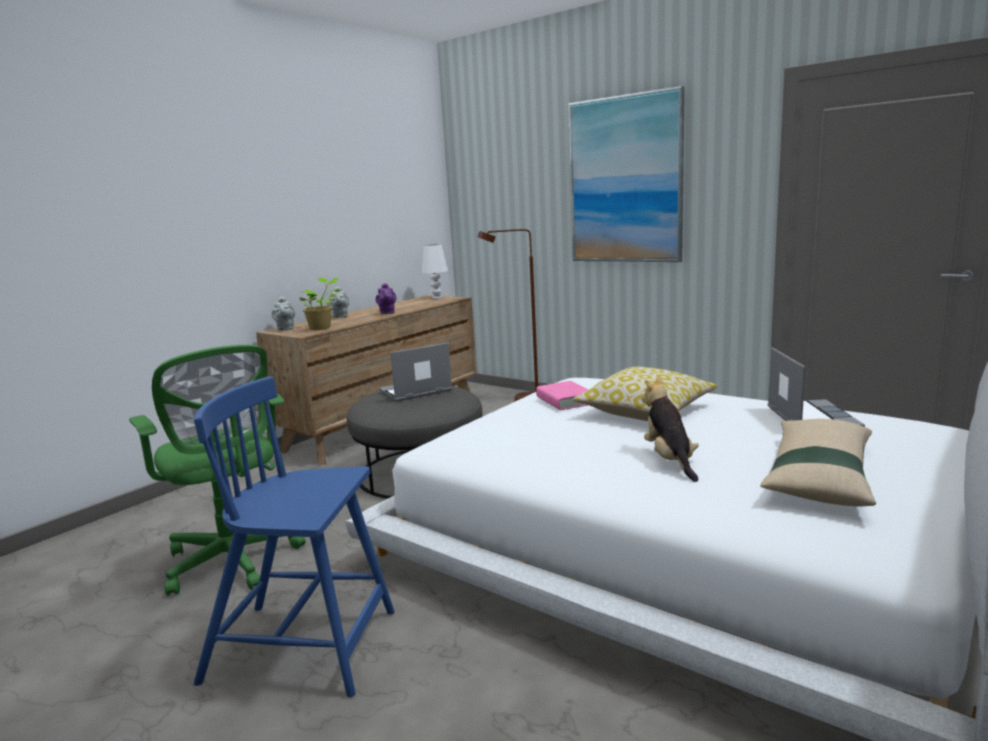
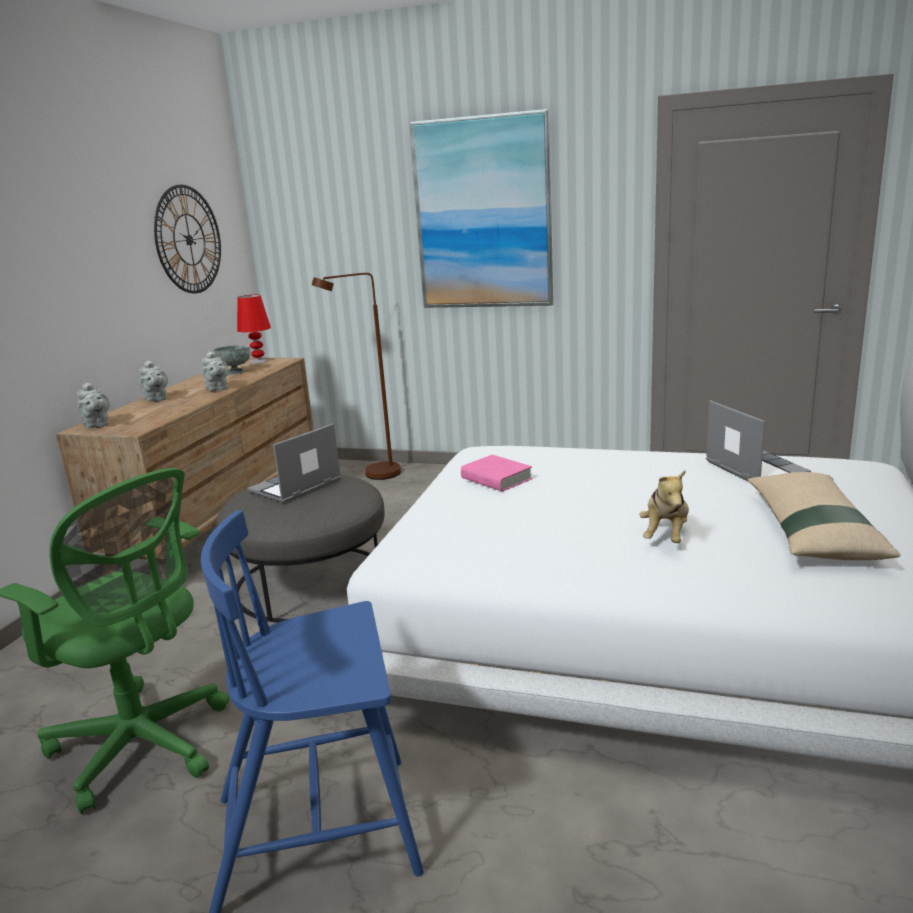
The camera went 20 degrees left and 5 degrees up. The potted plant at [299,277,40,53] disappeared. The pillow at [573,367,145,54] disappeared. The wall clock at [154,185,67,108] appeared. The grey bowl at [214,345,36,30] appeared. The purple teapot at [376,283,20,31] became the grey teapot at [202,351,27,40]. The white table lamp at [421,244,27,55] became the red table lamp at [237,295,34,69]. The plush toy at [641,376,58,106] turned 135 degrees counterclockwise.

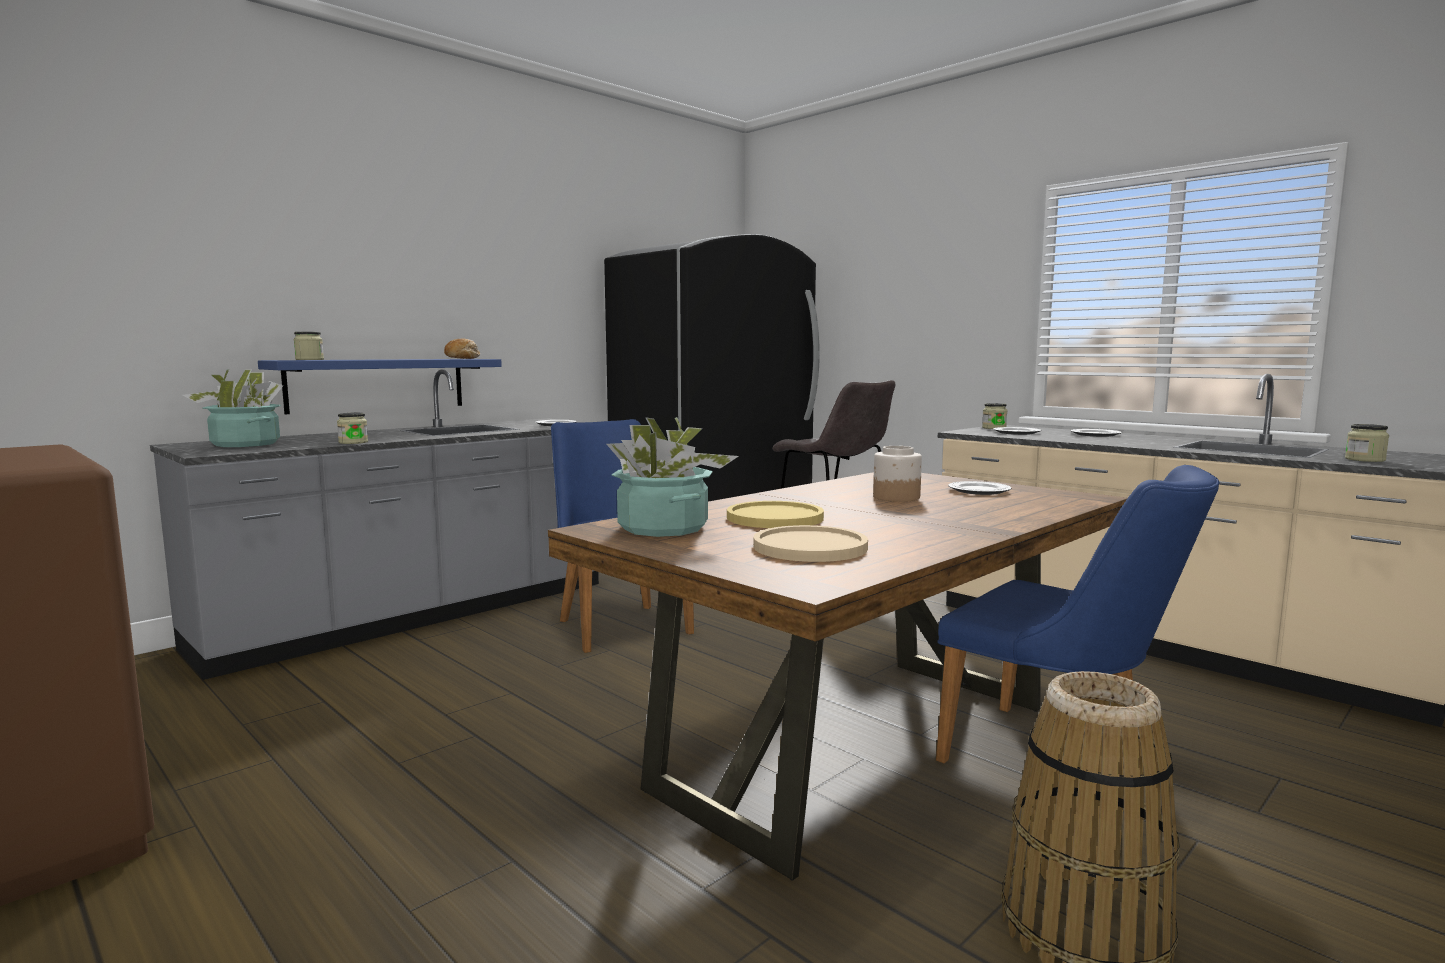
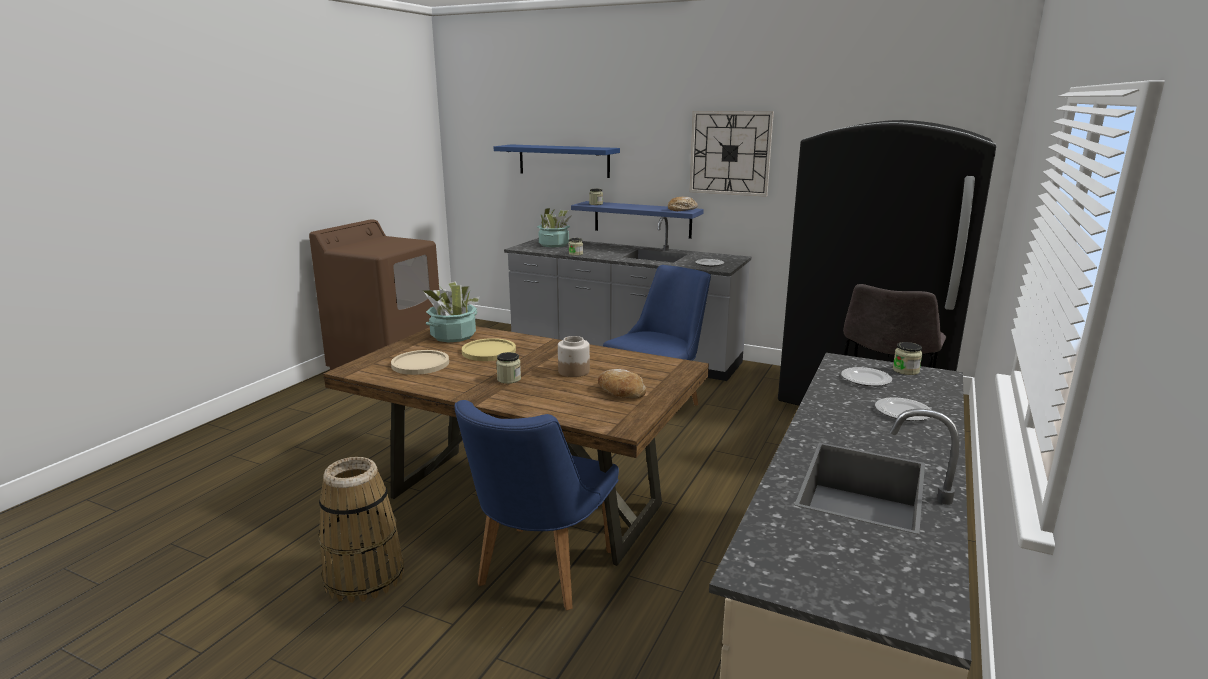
The camera went 70 degrees right and 10 degrees up. The blue shelf at [494,144,126,34] appeared. The wall clock at [689,111,85,86] appeared. The jar moved from [1345,424,44,38] to [496,352,25,32]. The plate at [948,481,63,14] was replaced by the bread at [598,369,48,29].

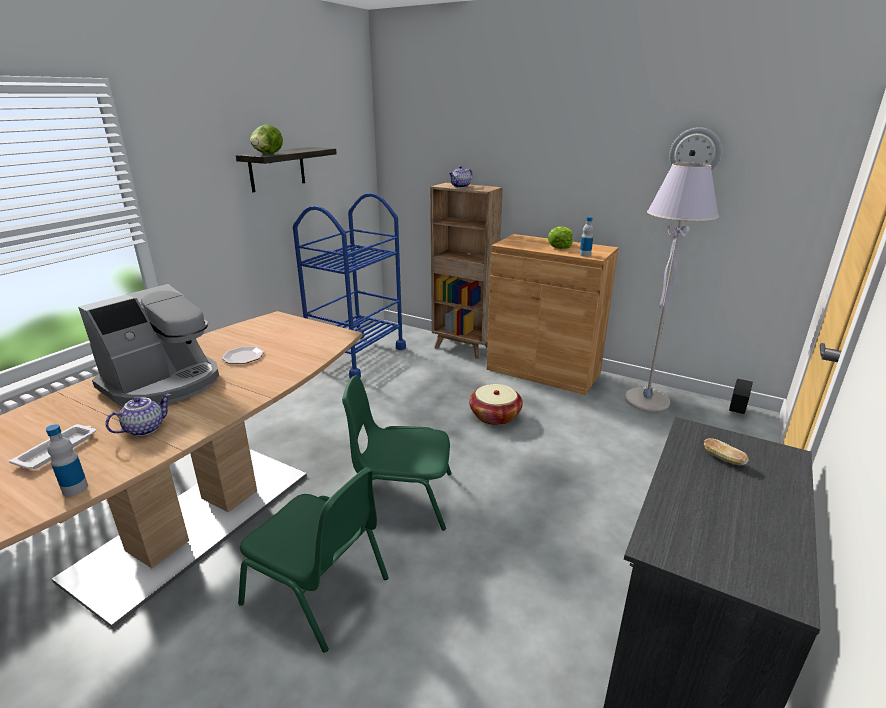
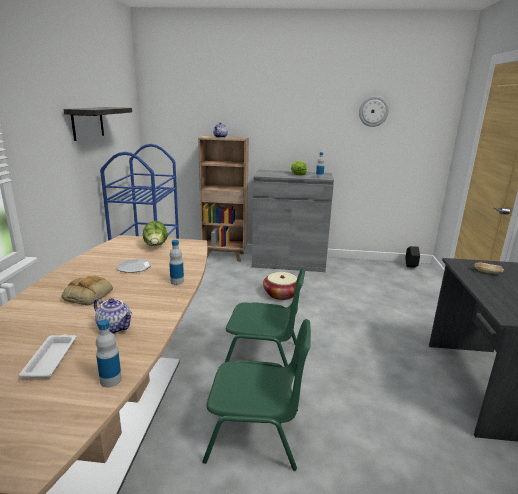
The camera went 25 degrees left and 5 degrees down. The grey floor lamp at [625,163,94,248] disappeared. The bottle at [169,240,15,45] appeared. The lettuce moved from [250,125,33,29] to [143,221,25,25]. The coffee machine at [78,284,141,123] was replaced by the bread at [62,276,51,30]. The brown cabinet at [487,234,131,161] became the grey cabinet at [252,170,82,102]. The teapot at [105,394,66,42] turned 105 degrees clockwise. The green chair at [342,375,110,156] turned 150 degrees counterclockwise.

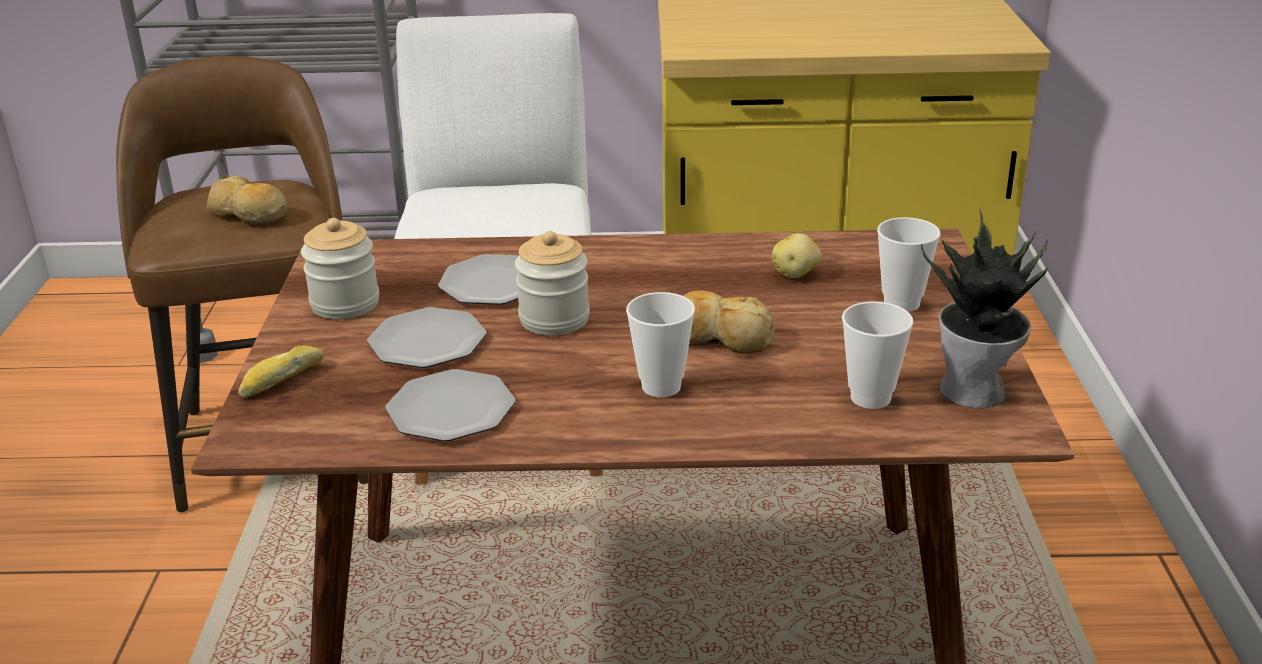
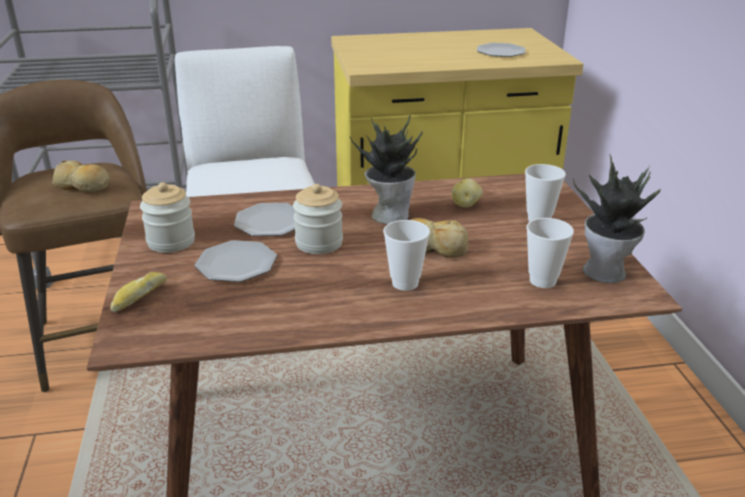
The camera went 10 degrees left and 0 degrees up. The potted plant at [350,115,73,109] appeared. The plate moved from [385,369,130,72] to [477,43,48,14].

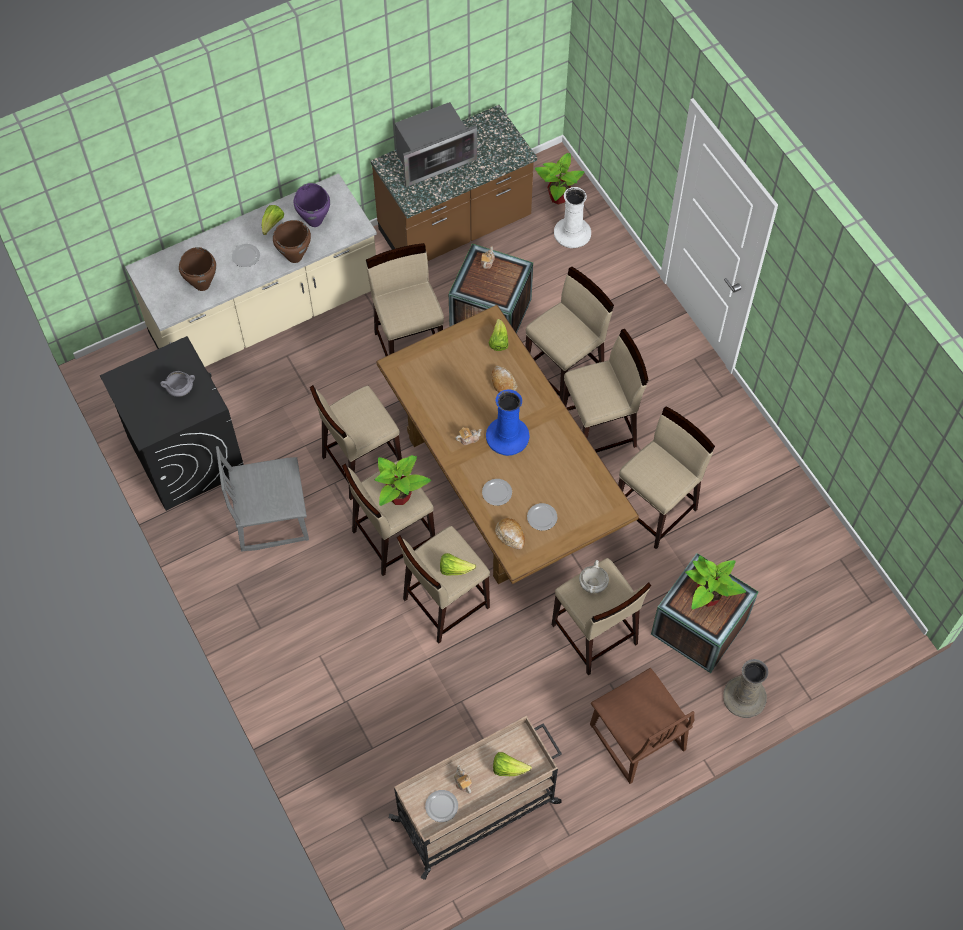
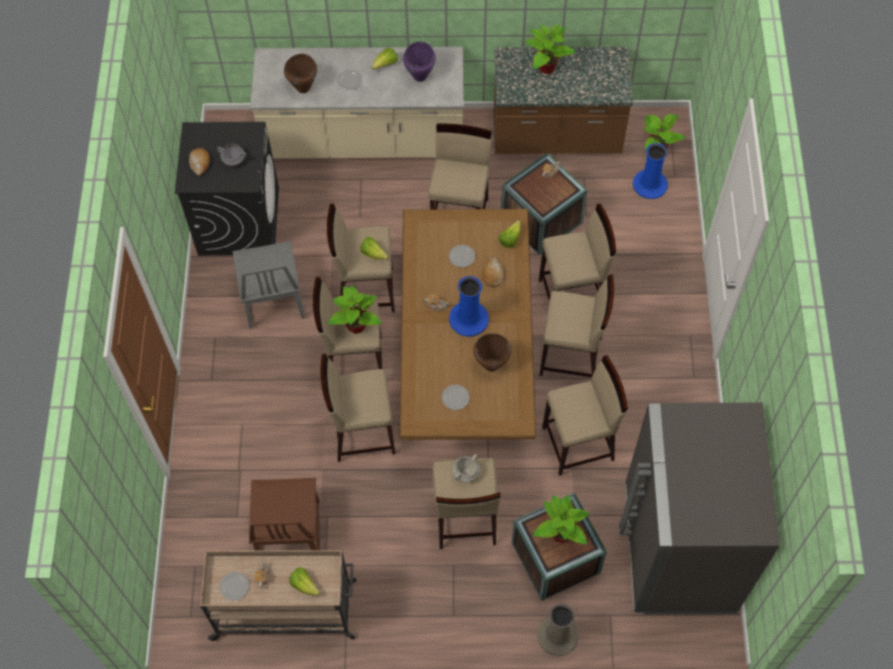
The camera went 30 degrees right and 0 degrees up. The grey fridge at [619,403,161,212] appeared. The brown cooking pot moved from [273,220,38,43] to [473,333,38,38]. The lettuce moved from [440,553,36,22] to [361,237,28,23]. The plate moved from [482,479,30,27] to [449,245,26,22]. The bread moved from [495,518,30,31] to [189,148,21,28]. The brown chair moved from [590,668,105,116] to [249,478,71,72]. The microwave at [395,102,82,85] was replaced by the potted plant at [526,25,50,49]. The white vase at [554,187,37,61] became the blue vase at [633,143,35,56]. The grey chair at [216,446,93,106] turned 120 degrees counterclockwise.

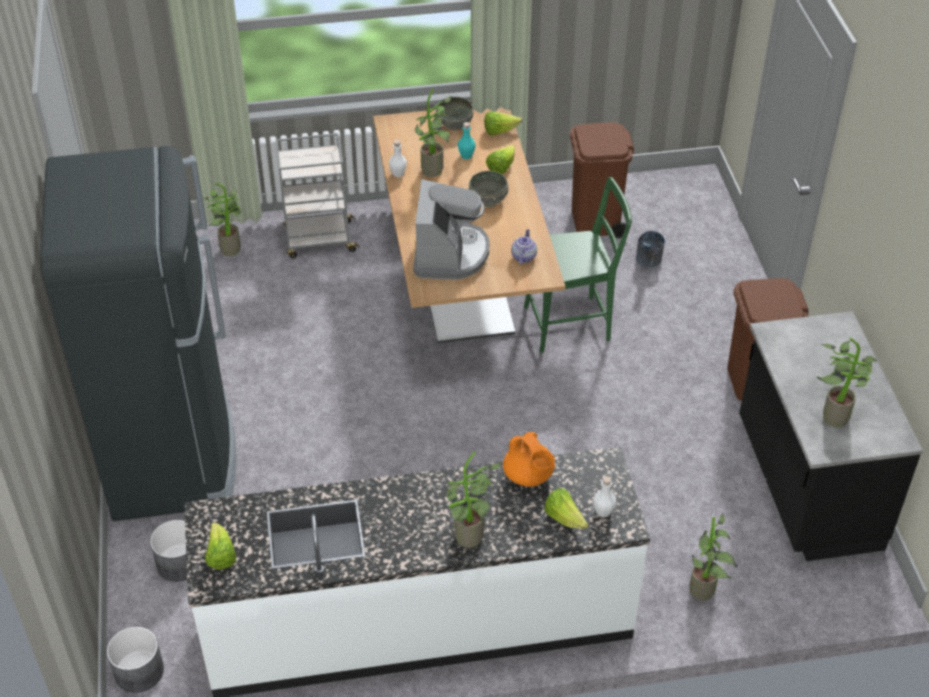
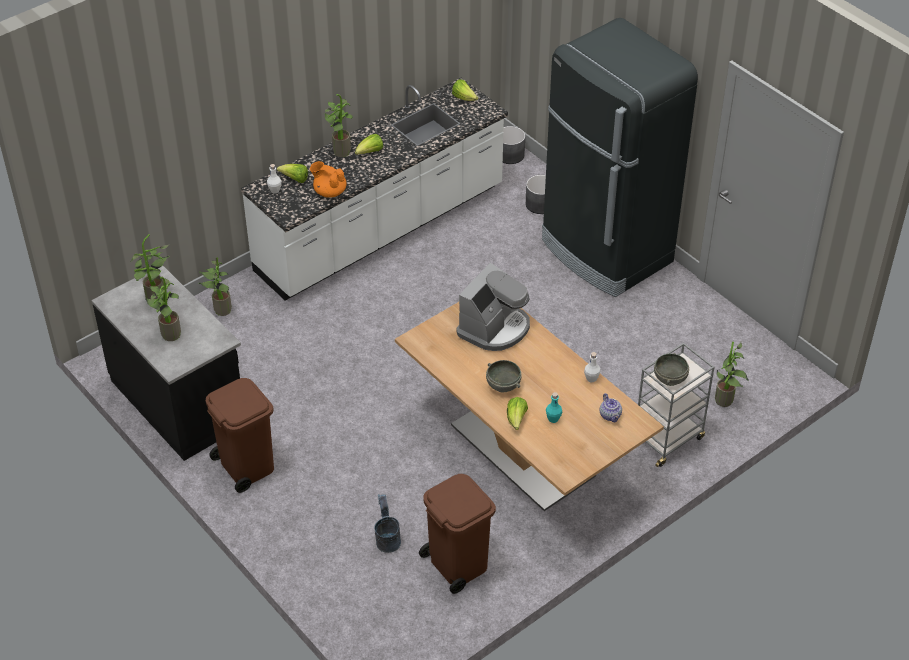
The camera went 150 degrees right and 0 degrees up. The green chair at [524,177,108,176] disappeared. The potted plant moved from [415,88,36,89] to [145,276,36,65]. The grey bowl moved from [436,97,38,33] to [654,353,35,33]. The lettuce moved from [484,111,38,24] to [355,134,28,21]. The teapot moved from [511,230,26,35] to [600,393,22,29]. The coffee machine at [413,179,77,101] turned 120 degrees counterclockwise.

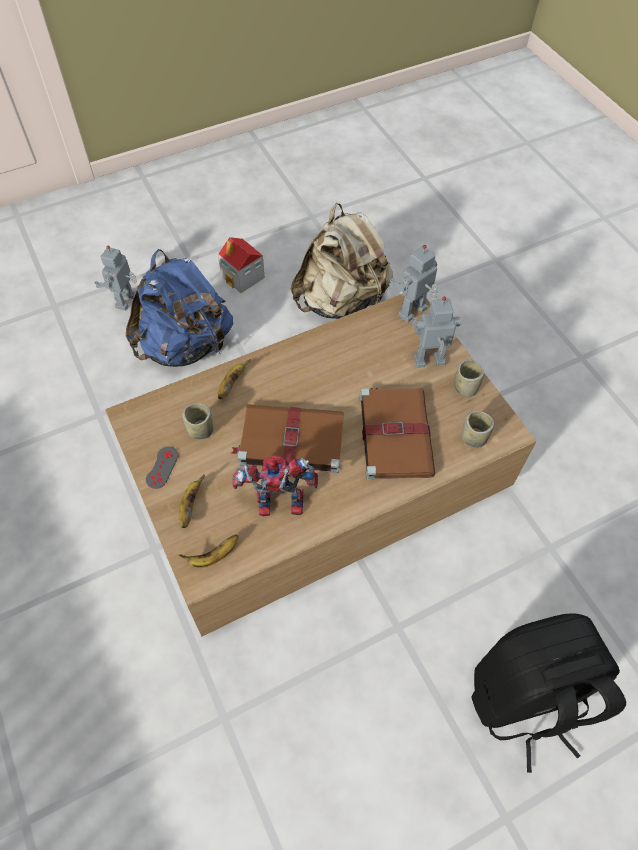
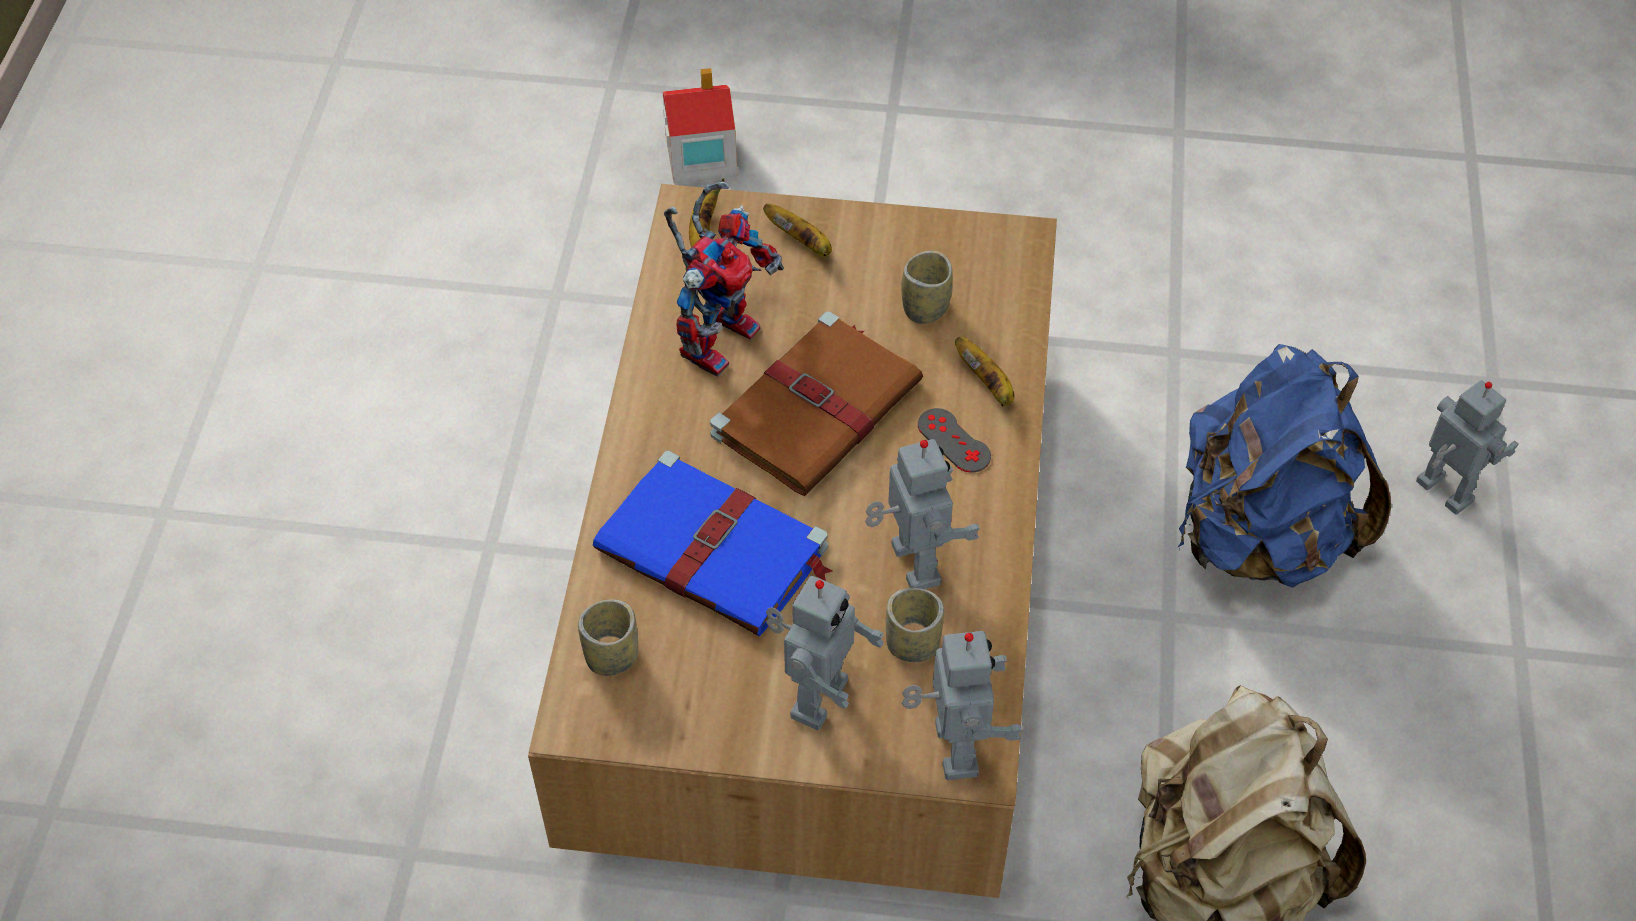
The camera went 125 degrees right and 5 degrees down. The black backpack at [472,613,154,160] disappeared. The toy robot at [865,439,115,150] appeared. The grey game controller moved from [146,446,32,43] to [918,408,73,65]. The toy house moved from [218,237,47,56] to [663,68,74,115]. The cup moved from [454,359,30,38] to [886,588,58,74]. The brown book at [360,387,75,93] became the blue book at [593,450,239,186].

